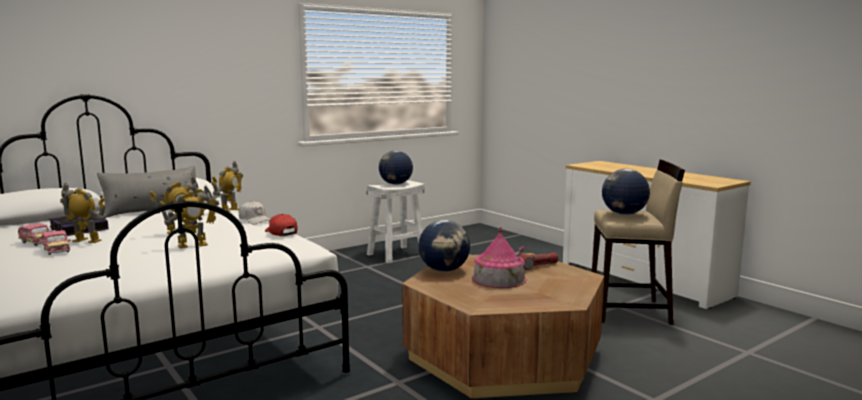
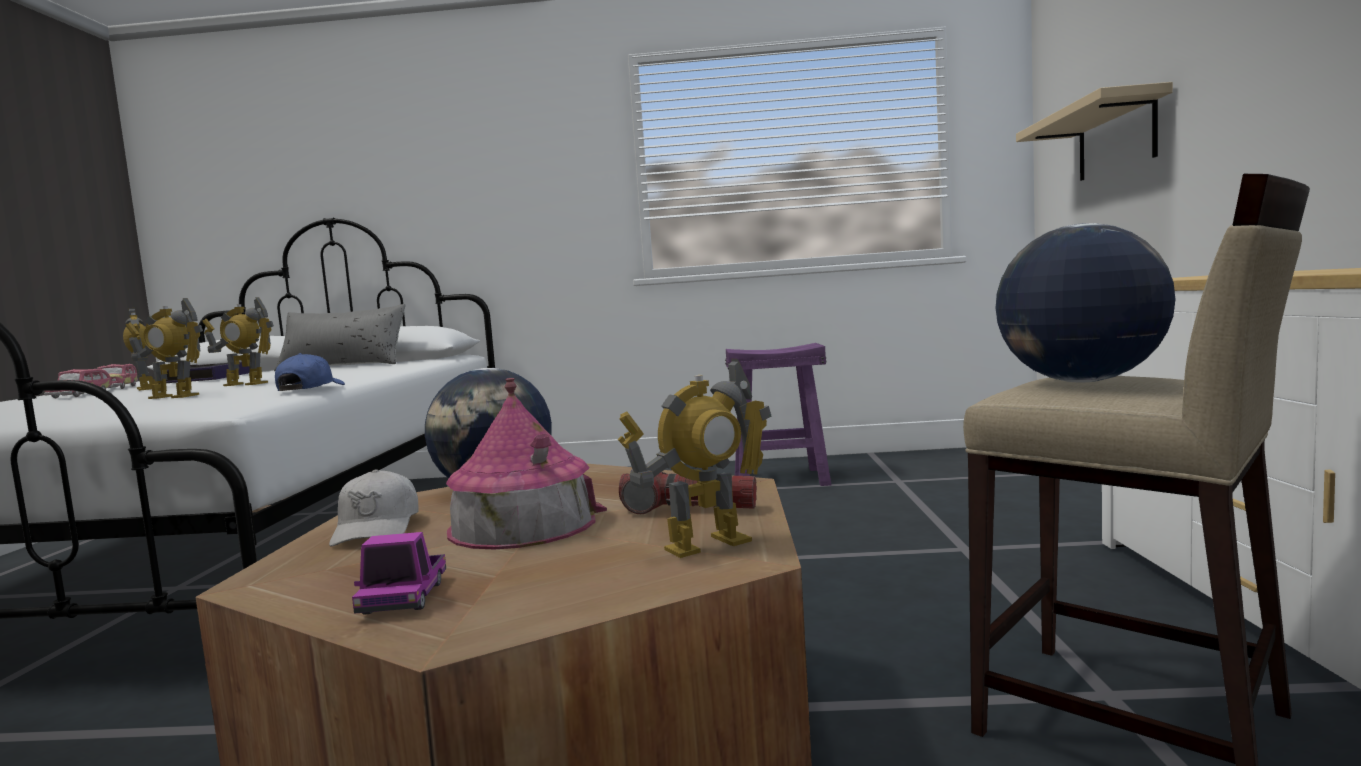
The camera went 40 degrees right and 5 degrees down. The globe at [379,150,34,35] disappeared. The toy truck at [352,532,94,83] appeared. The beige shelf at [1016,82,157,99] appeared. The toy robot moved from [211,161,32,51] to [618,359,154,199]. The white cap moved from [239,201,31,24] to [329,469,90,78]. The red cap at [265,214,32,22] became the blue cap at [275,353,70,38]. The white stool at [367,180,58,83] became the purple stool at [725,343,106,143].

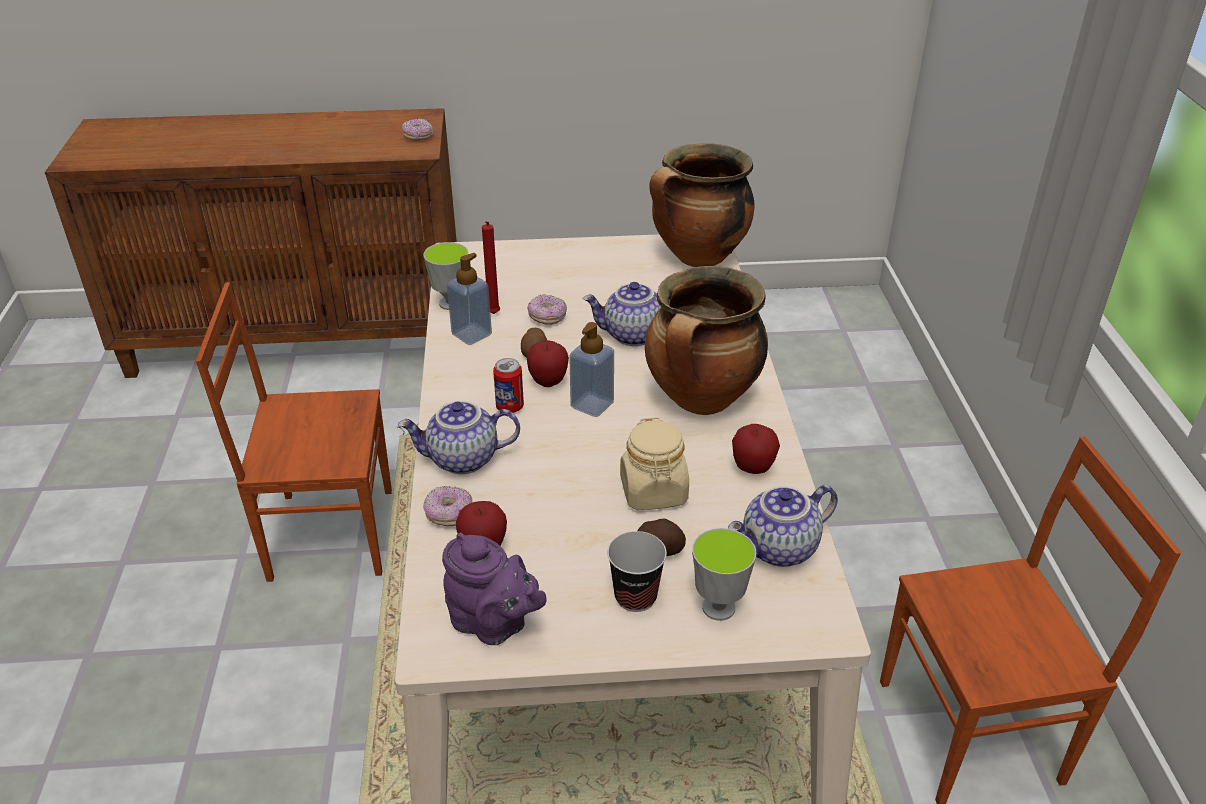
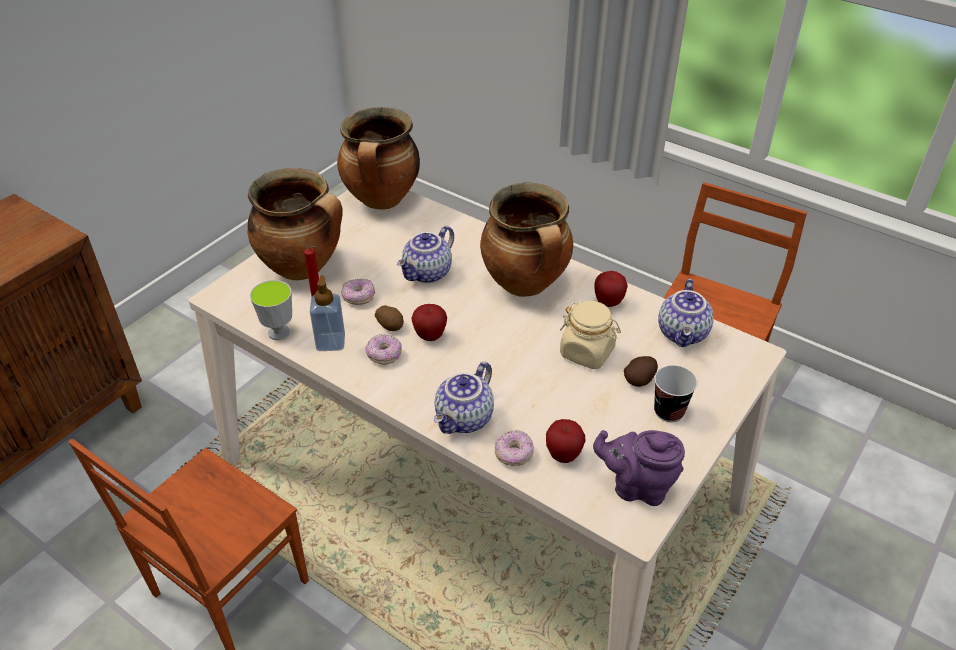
The camera went 50 degrees left and 5 degrees up. The can at [493,358,31,55] disappeared. The soap dispenser at [569,322,45,95] disappeared. The cup at [692,528,64,93] disappeared. The cooking pot at [247,168,96,112] appeared. The donut moved from [402,118,31,23] to [365,334,37,31]. The purple teapot at [442,533,105,112] turned 150 degrees counterclockwise.

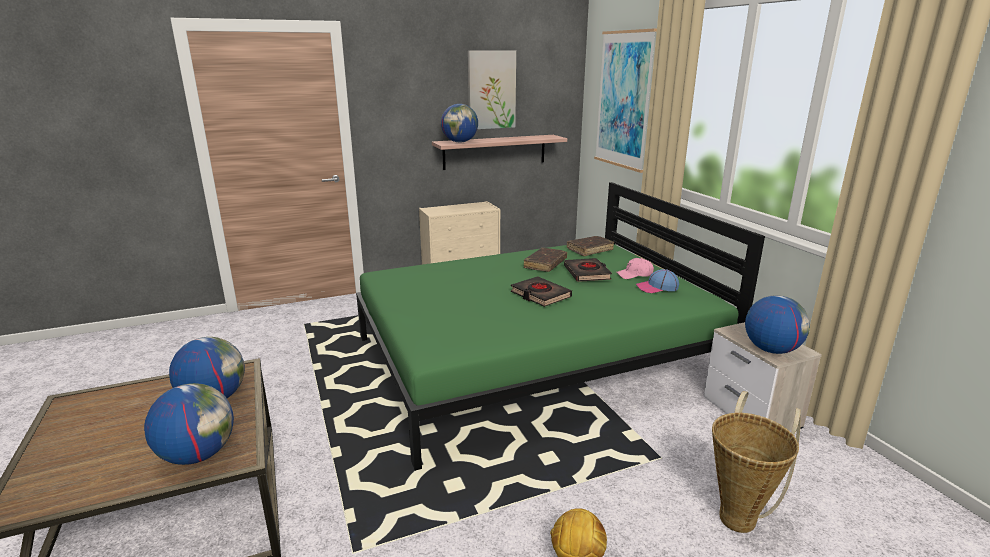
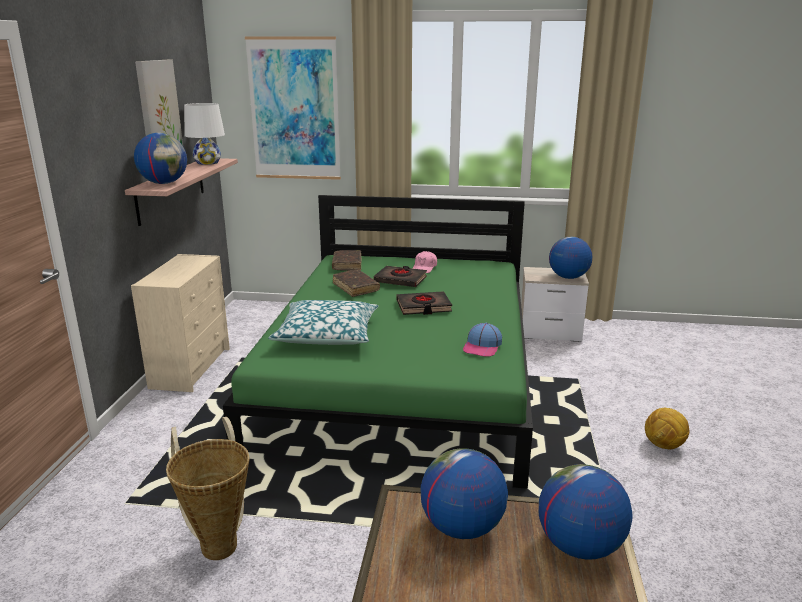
The camera went 60 degrees left and 0 degrees up. The white table lamp at [184,103,41,62] appeared. The pillow at [268,300,110,45] appeared. The cap moved from [636,269,43,24] to [463,323,39,34]. The basket moved from [712,391,89,142] to [166,417,83,143].

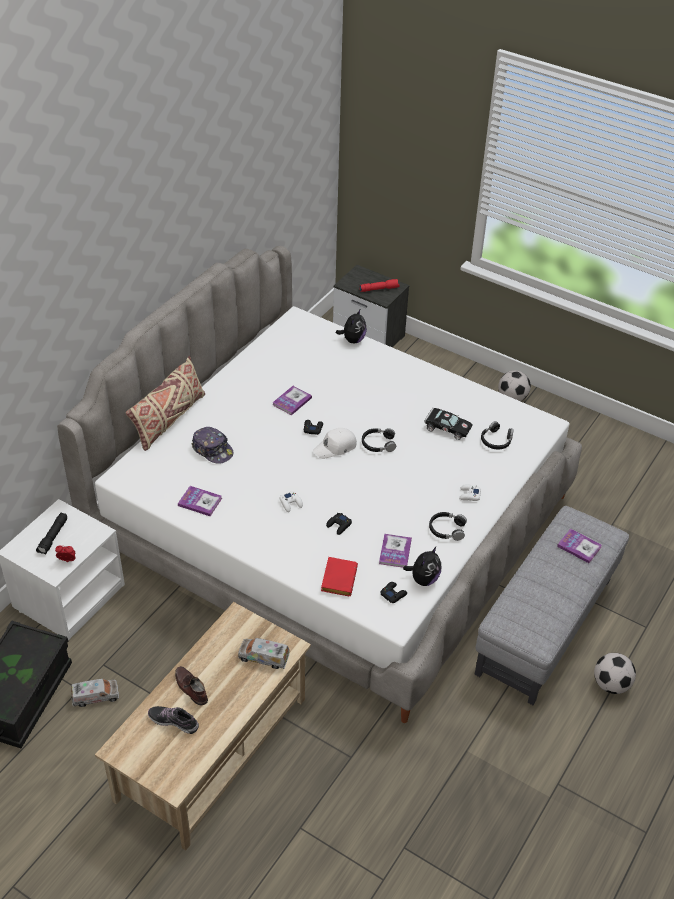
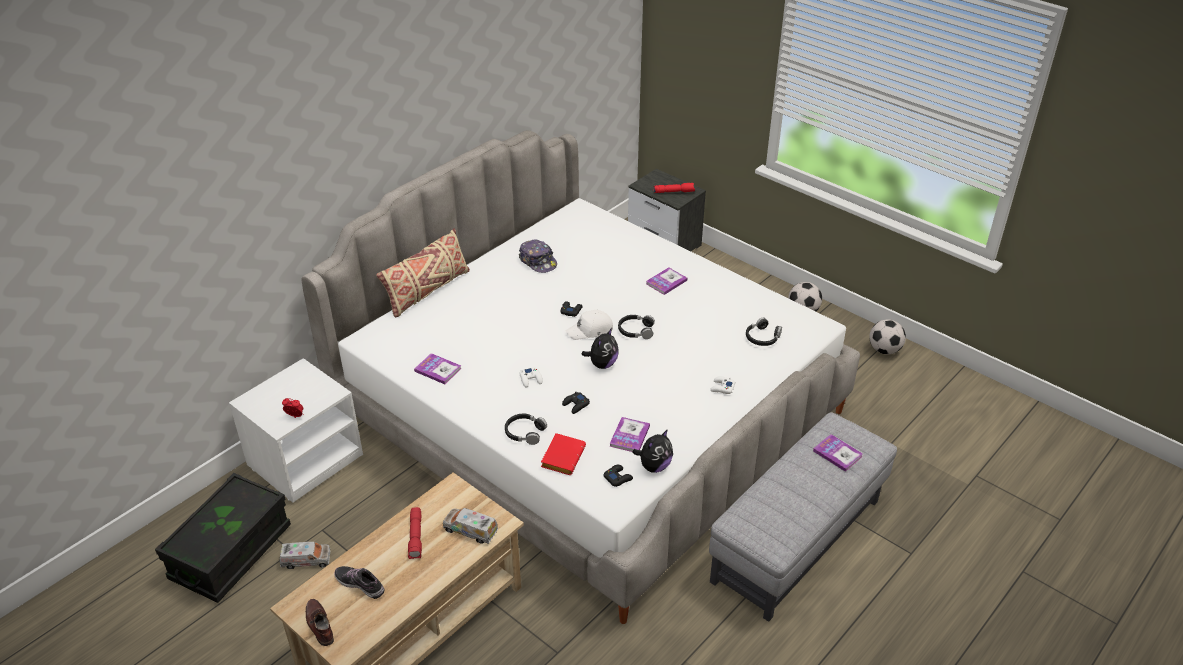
The camera went 10 degrees right and 5 degrees down. The black flashlight at [36,513,31,42] disappeared. The black toy car at [424,408,48,32] disappeared. The red flashlight at [408,507,14,52] appeared. The brown shoe moved from [175,666,33,39] to [306,599,28,47]. The cap moved from [191,427,42,37] to [518,240,39,33]. The book moved from [272,386,40,29] to [646,267,41,28]. The plush toy moved from [336,308,31,35] to [582,328,37,41]. The black headphones moved from [429,512,38,29] to [505,414,42,31]. The football moved from [594,653,42,41] to [869,319,37,35].

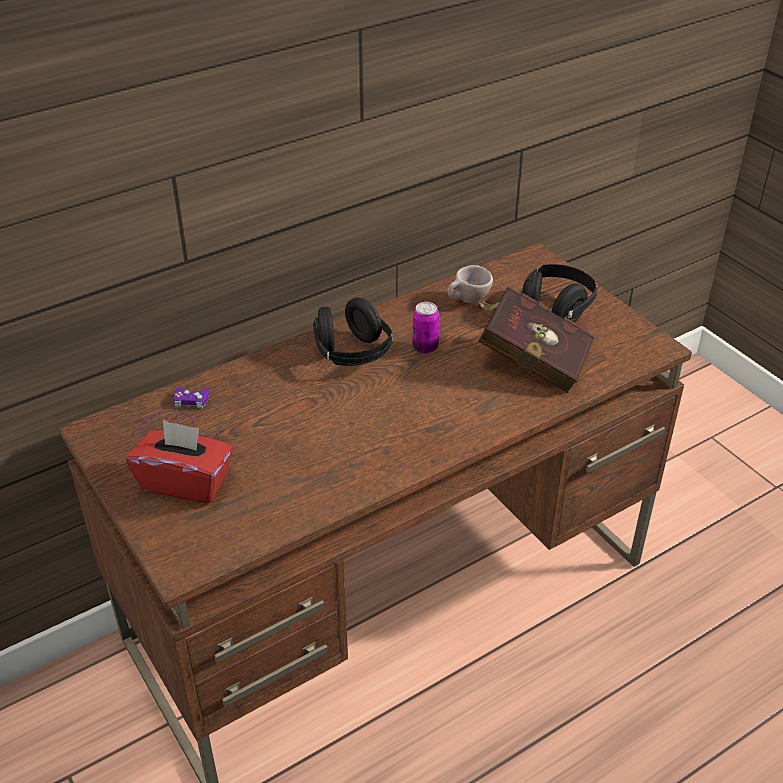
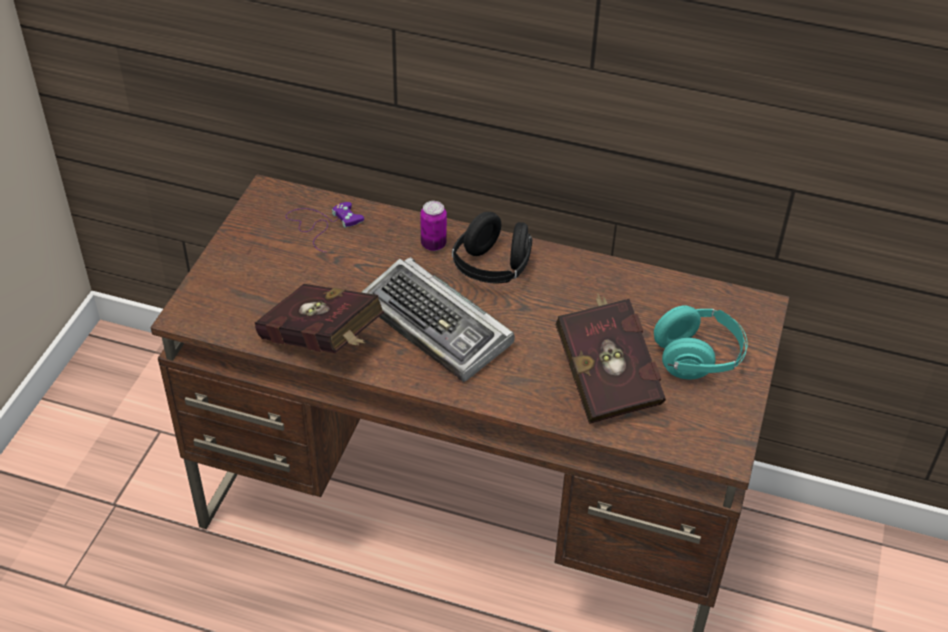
The camera went 50 degrees right and 5 degrees up. The red tissue box at [126,420,107,83] disappeared. The beige cup at [448,265,45,38] disappeared. The red book at [255,284,129,69] appeared. The keyboard at [361,257,154,125] appeared. The can moved from [412,302,28,52] to [420,201,27,50]. The black headphones at [521,264,77,59] became the turquoise headphones at [654,305,94,75].

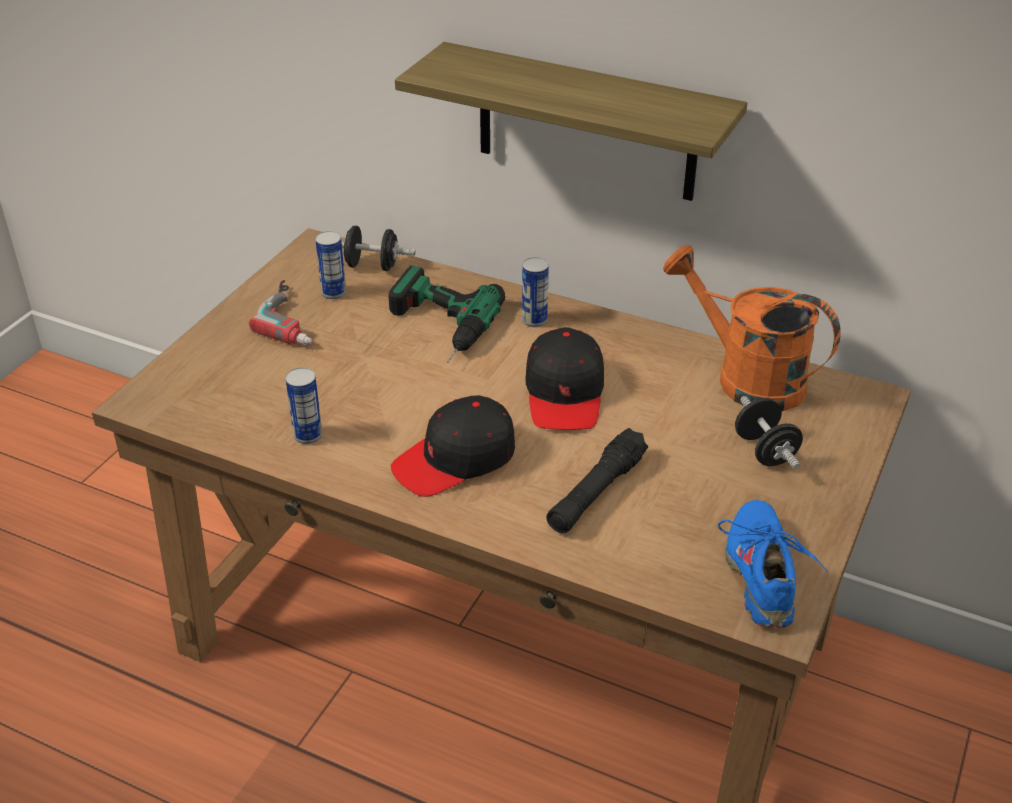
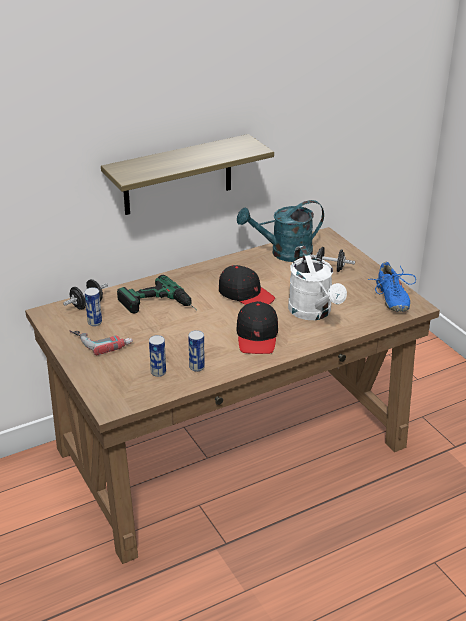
The camera went 55 degrees left and 5 degrees down. The can moved from [522,257,27,70] to [149,335,17,42]. The black flashlight at [546,428,102,105] was replaced by the white watering can at [288,246,59,74]. The orange watering can at [663,245,178,166] became the turquoise watering can at [237,200,87,62]. The blue shoe at [718,500,110,128] turned 135 degrees counterclockwise.

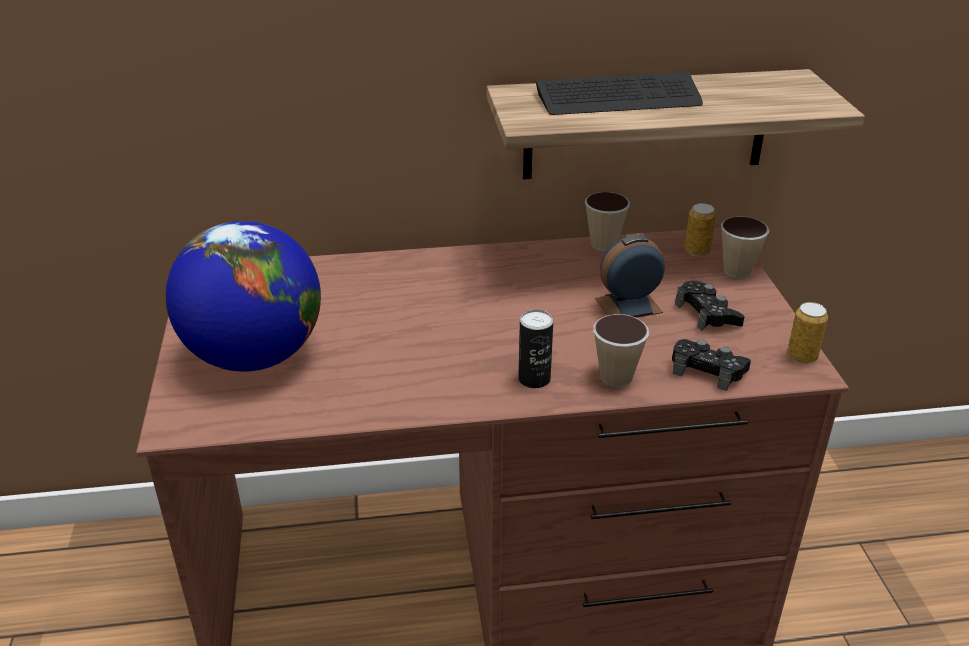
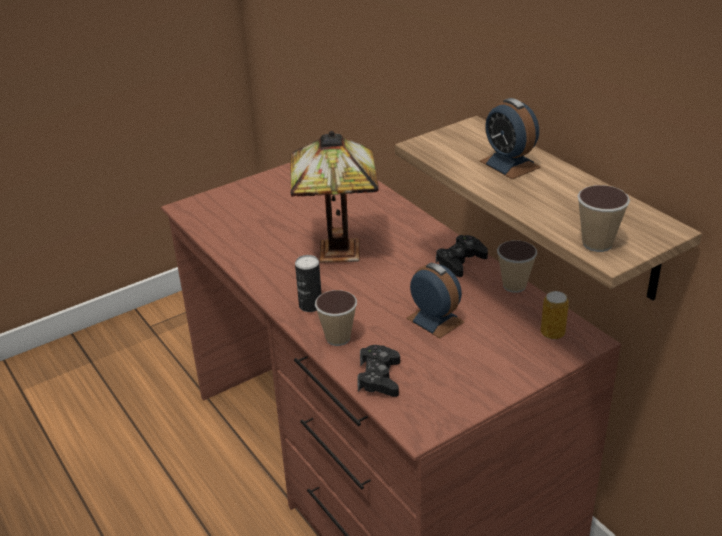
The camera went 65 degrees right and 0 degrees up. The globe at [166,221,155,151] disappeared. The can at [787,302,41,62] disappeared. The table lamp at [290,131,89,132] appeared. The black game controller moved from [675,281,69,50] to [436,235,52,42]. The cup moved from [721,216,48,63] to [577,185,53,67]. The keyboard at [536,72,167,43] was replaced by the alarm clock at [480,98,61,81].

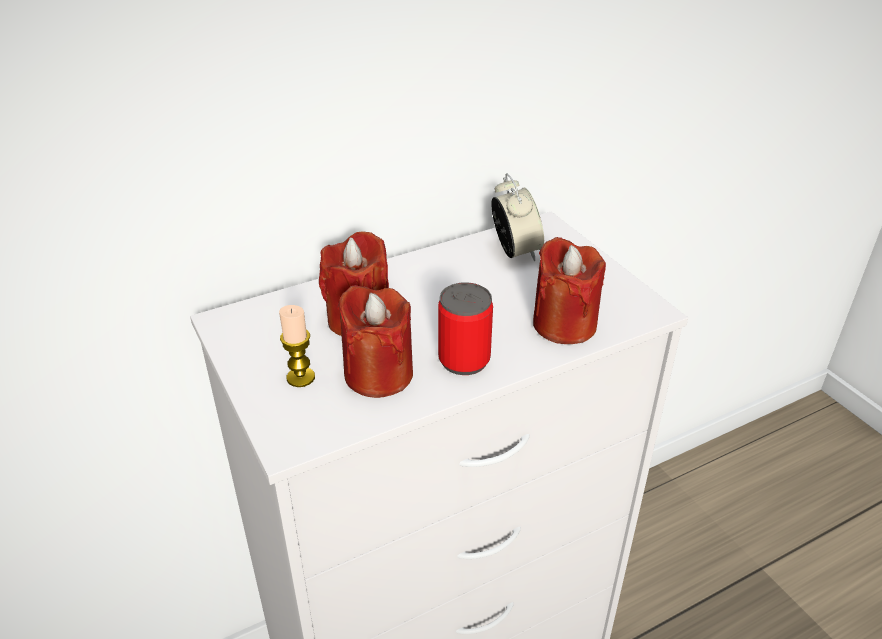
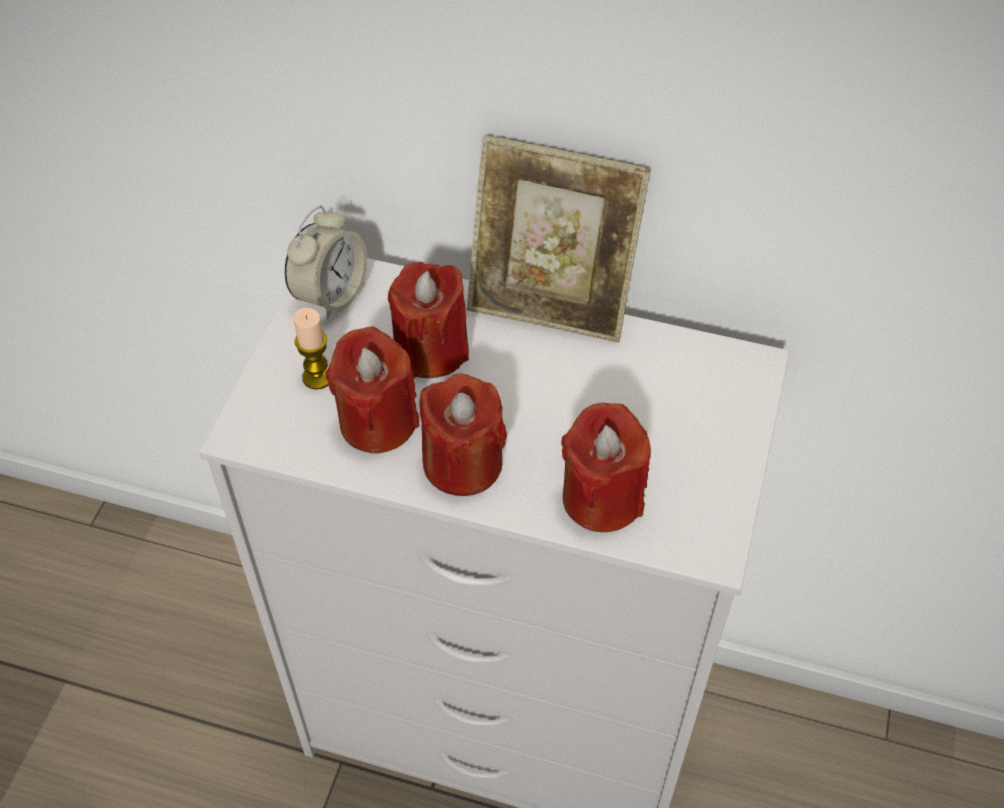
The camera went 45 degrees right and 15 degrees up. The picture frame at [467,135,184,208] appeared. The alarm clock moved from [491,173,53,88] to [285,205,82,114]. The can at [438,282,55,93] was replaced by the red candle at [419,373,88,123].

